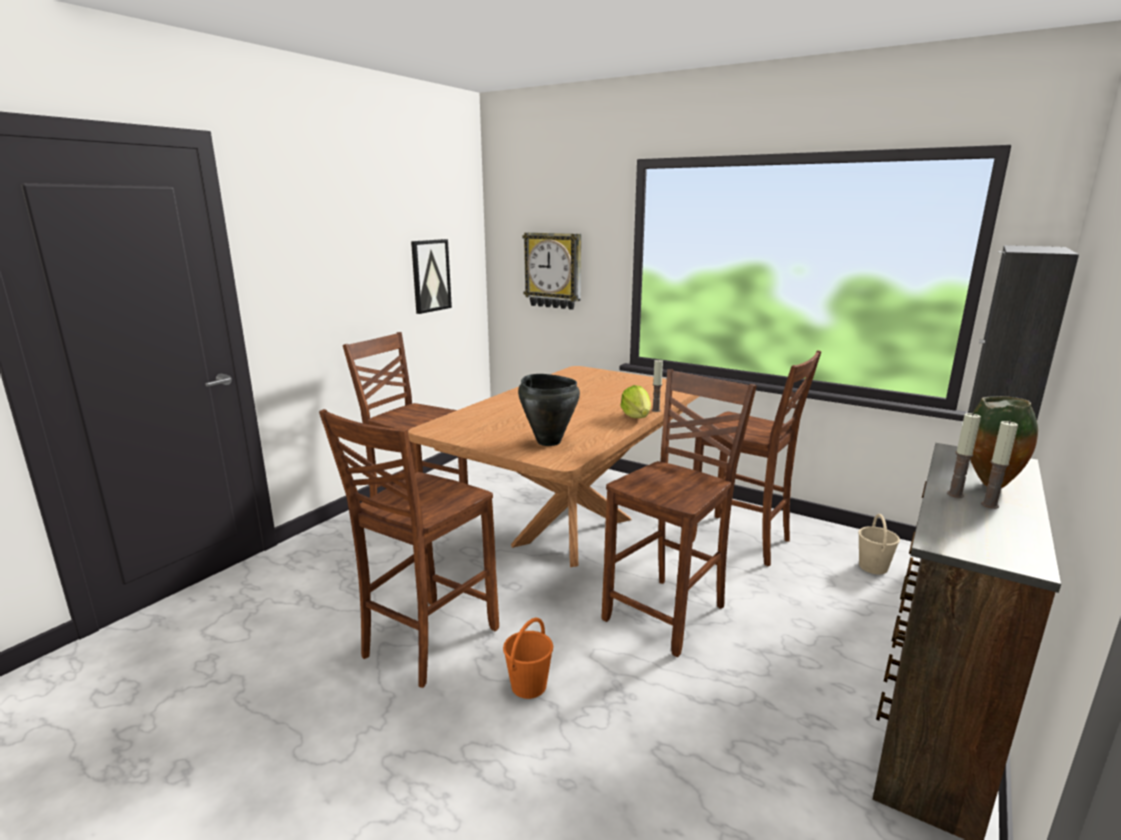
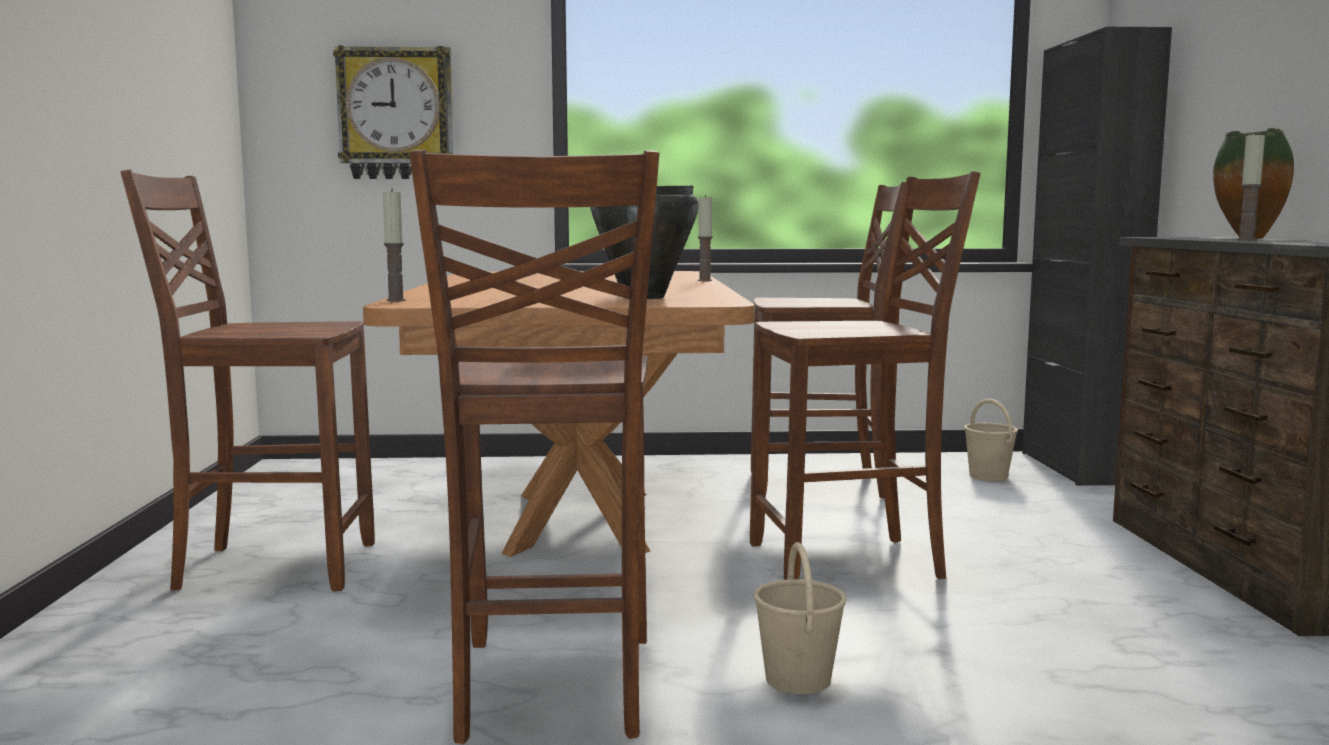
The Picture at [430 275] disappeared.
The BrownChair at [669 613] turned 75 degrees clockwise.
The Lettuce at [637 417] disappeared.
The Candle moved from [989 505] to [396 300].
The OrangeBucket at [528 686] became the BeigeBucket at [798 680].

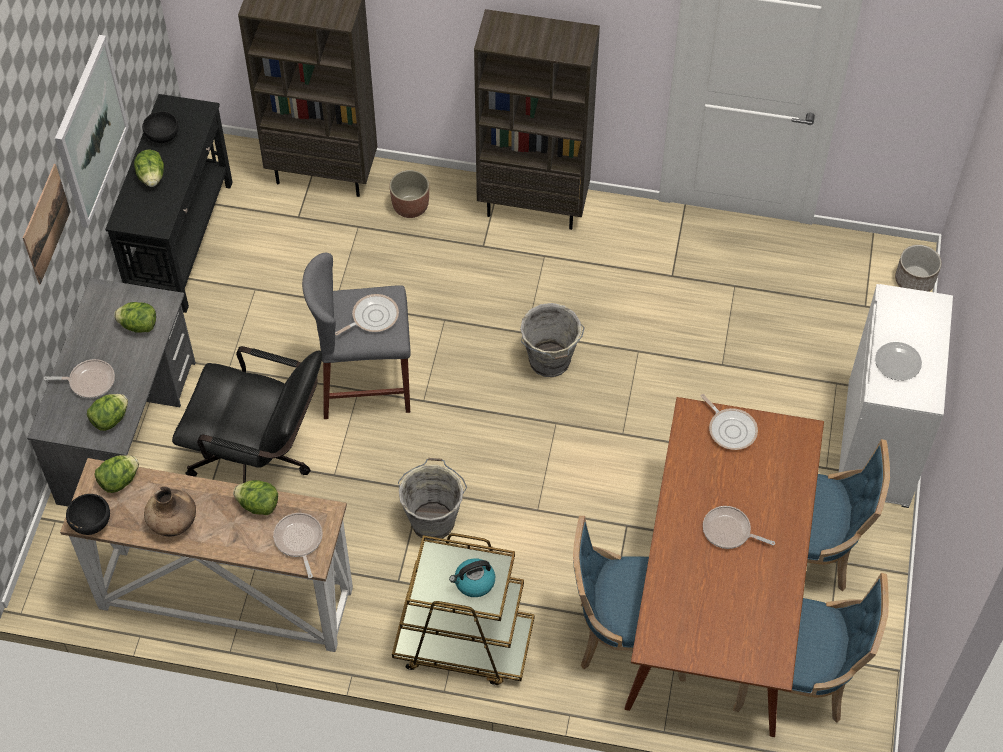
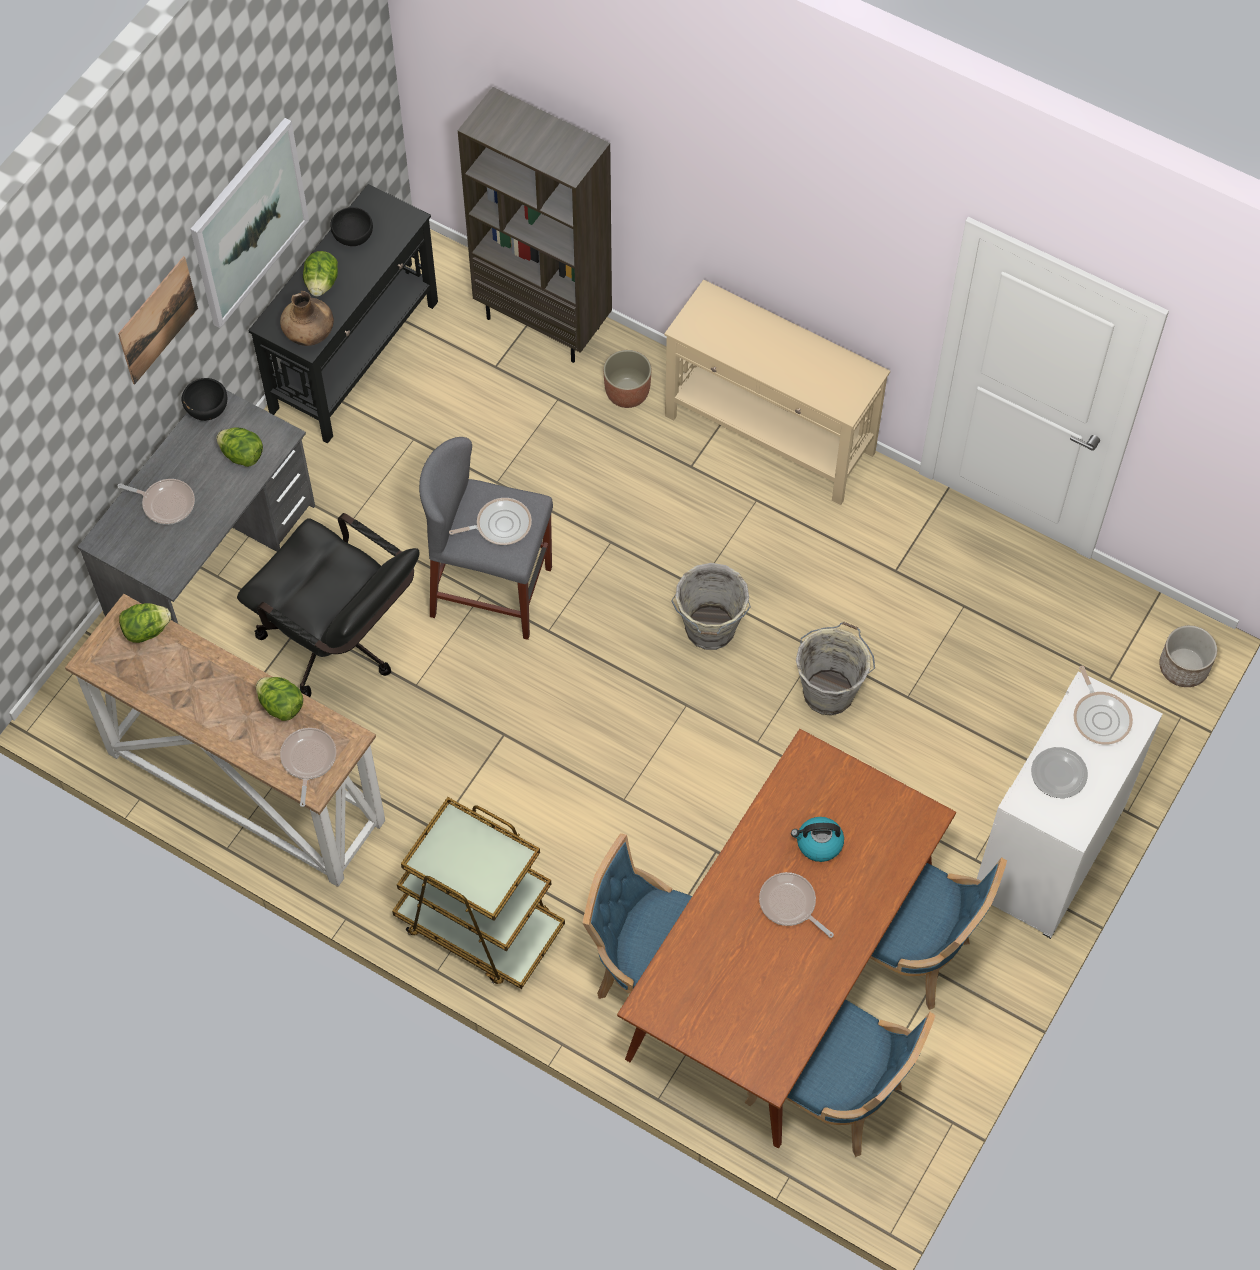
The BrownBookcase at [534 206] was replaced by the BeigeConsoleTable at [770 435].
The Lettuce at [110 419] disappeared.
The FryingPan moved from [730 429] to [1100 717].
The GreyBucket moved from [433 520] to [829 691].
The BrownVase moved from [173 522] to [309 333].
The BlackBowl moved from [92 525] to [207 412].
The Kettle moved from [474 582] to [818 844].

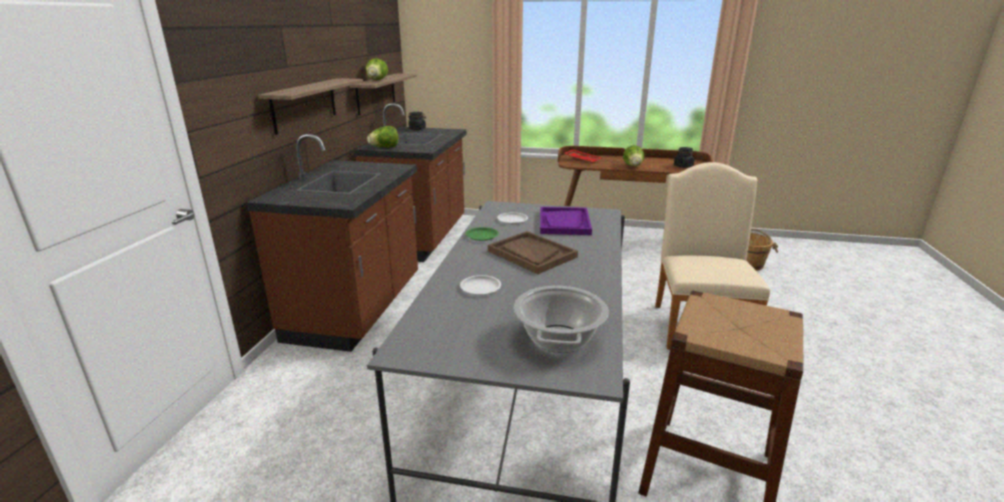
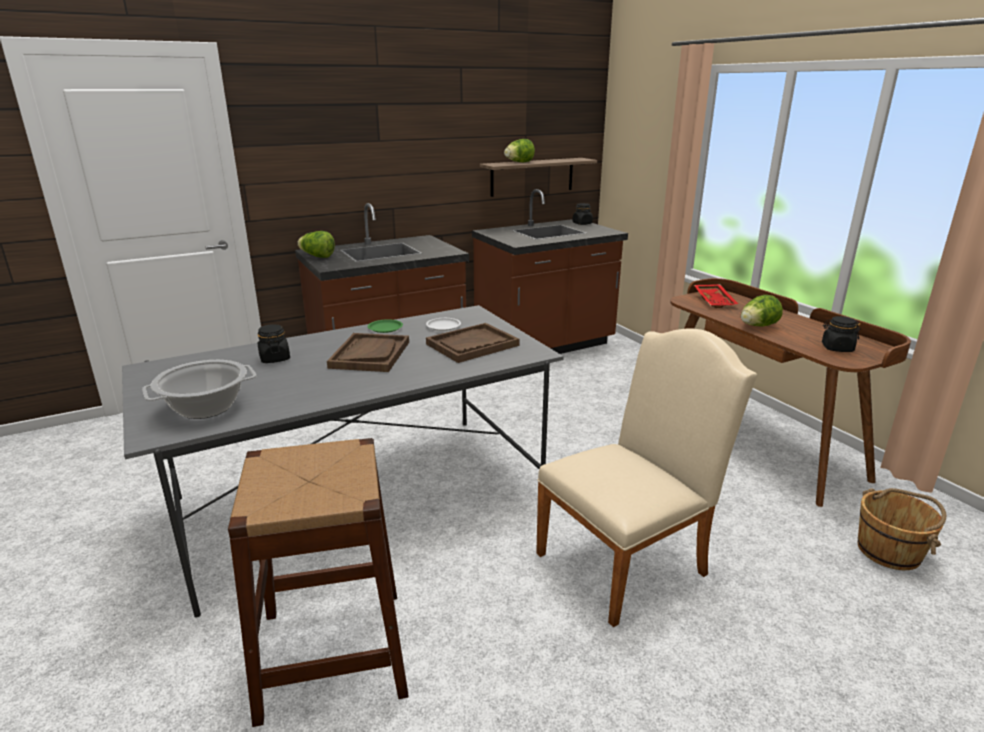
The Shelf at [304 104] disappeared.
The Lettuce moved from [384 147] to [317 256].
The PurpleTray at [564 223] became the BrownTray at [472 345].
The WhitePlate at [481 288] was replaced by the BlackJar at [274 358].

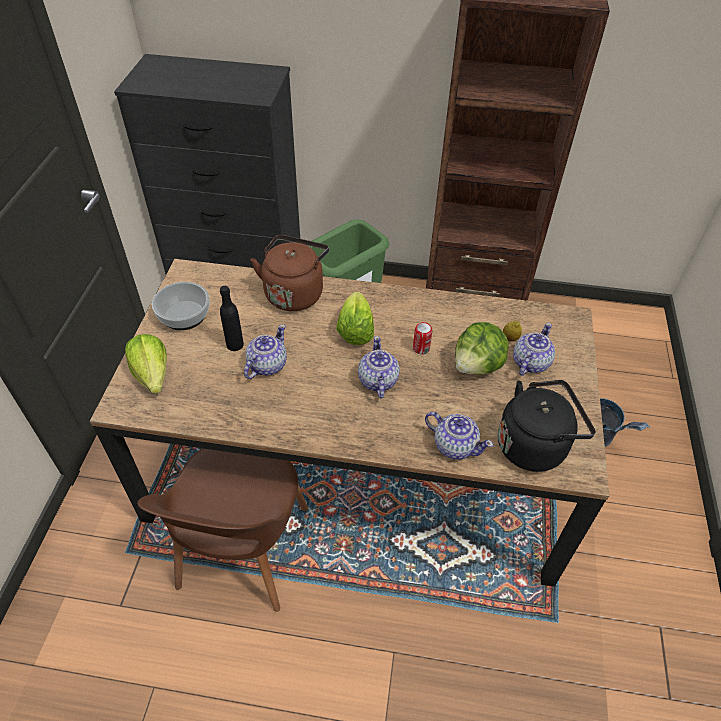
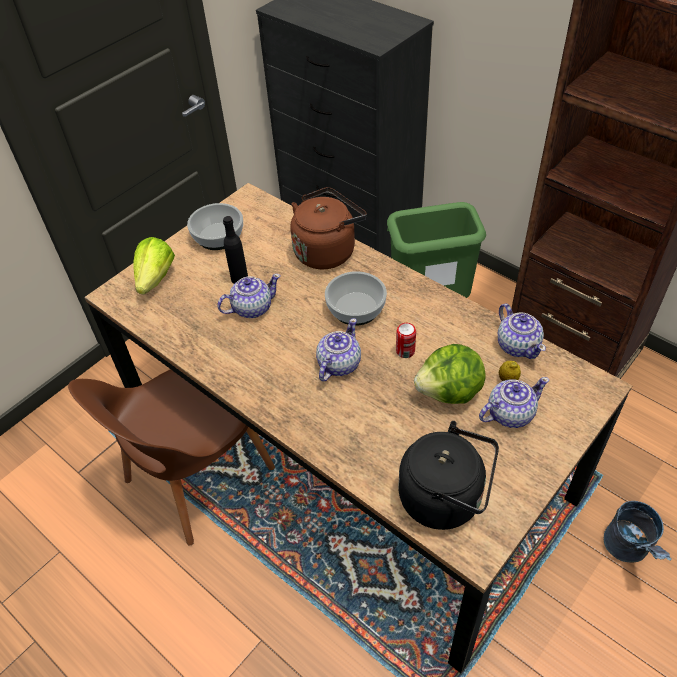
The Lettuce at [355 330] was replaced by the Bowl at [355 308].
The Teapot moved from [454 445] to [518 345].

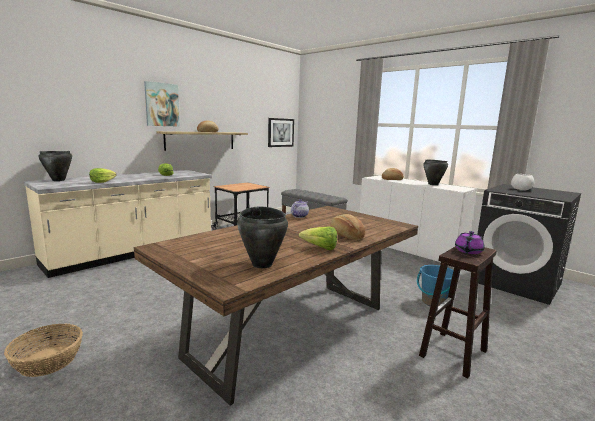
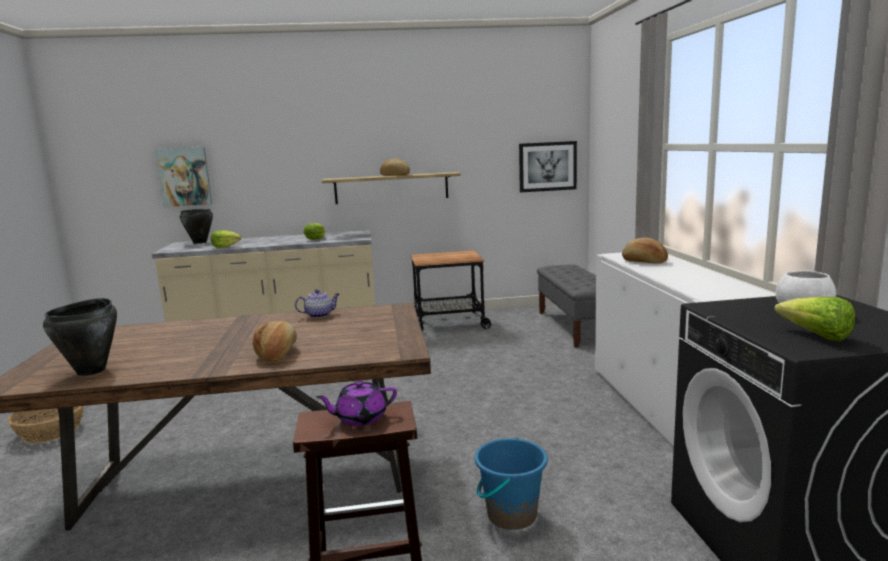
The Picture moved from [162 104] to [184 176].
The BlackCookingPot at [433 184] disappeared.
The Lettuce moved from [320 248] to [816 336].

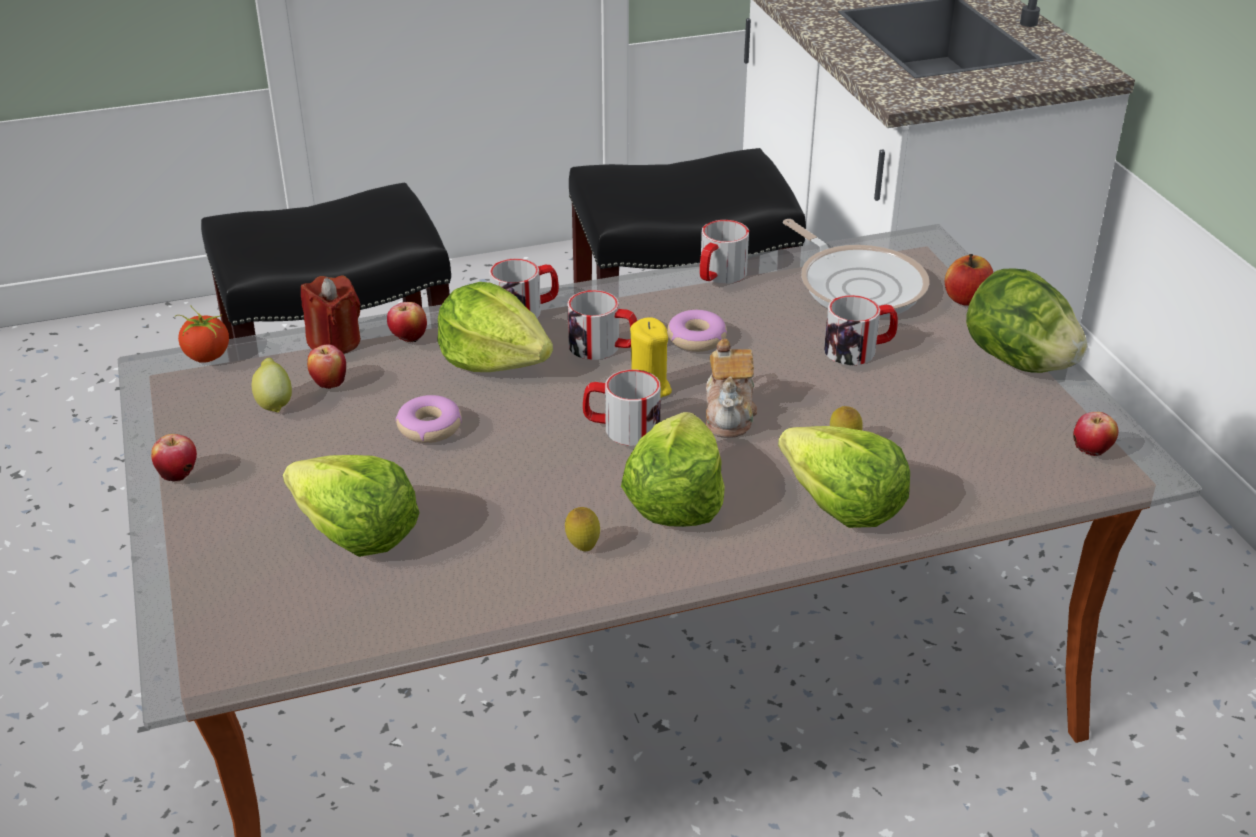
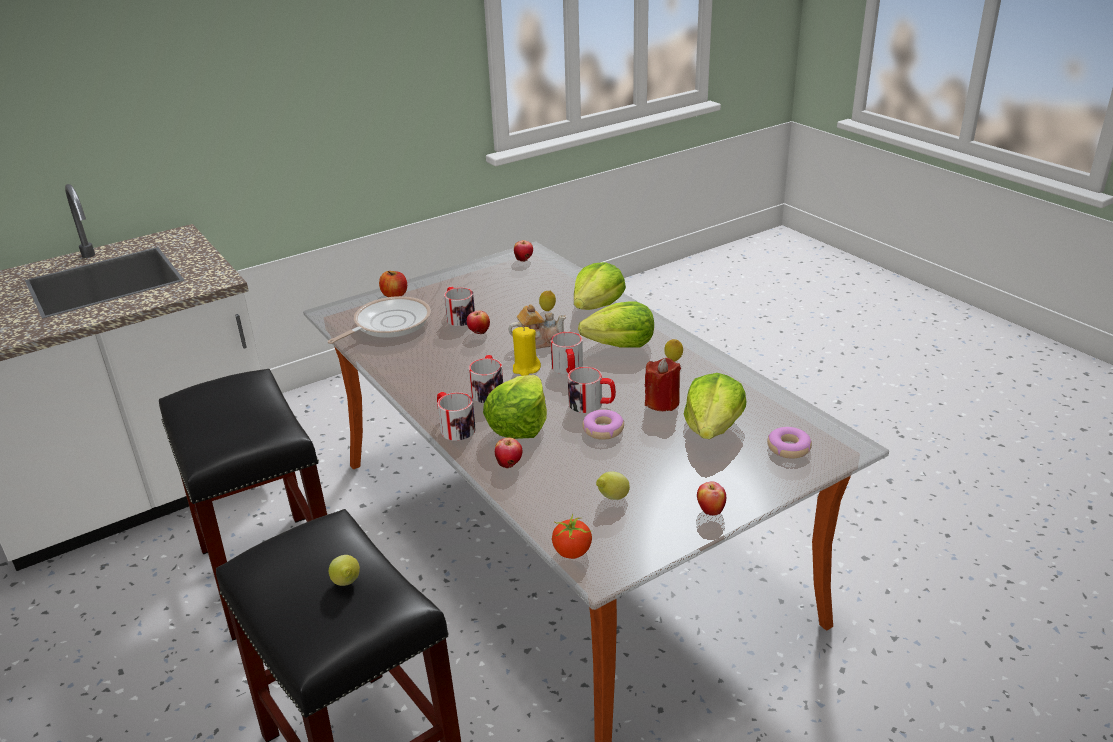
The Mug moved from [718 275] to [592 404].
The Lettuce at [1017 361] disappeared.
The RedCandle moved from [334 341] to [662 402].
The Donut moved from [697 339] to [788 448].
The Apple moved from [329 384] to [479 333].
The Lemon at [347 584] appeared.

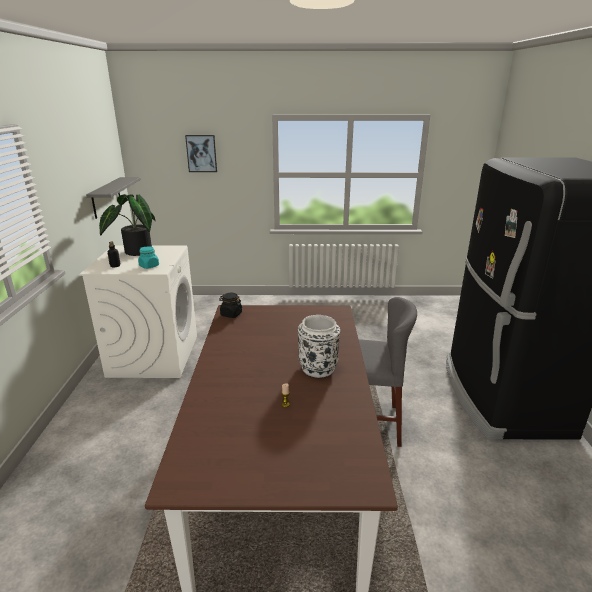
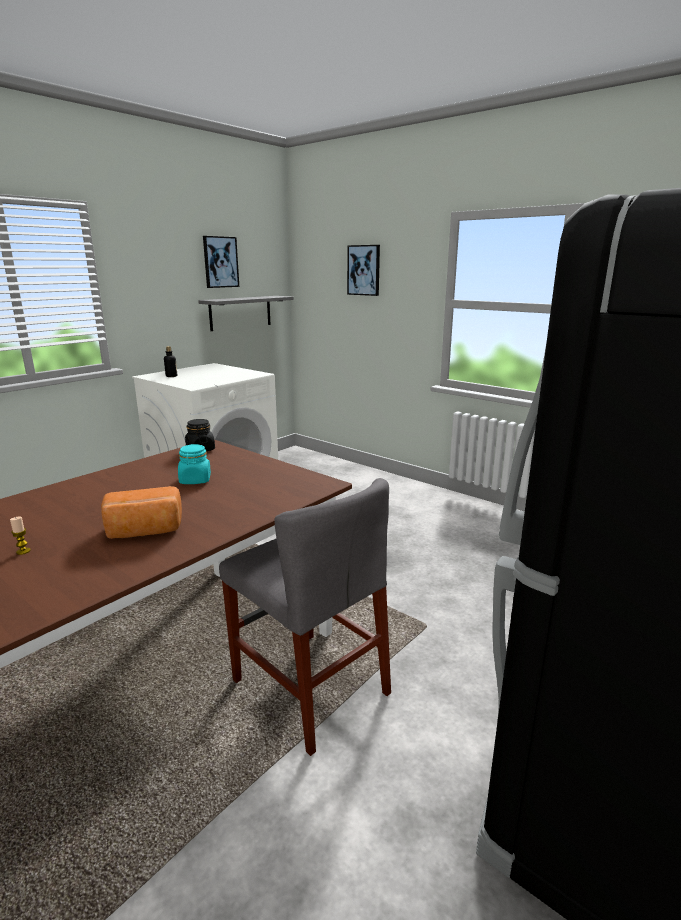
The PottedPlant at [135 252] disappeared.
The TurquoiseJar moved from [149 266] to [195 480].
The WhiteVase at [317 367] was replaced by the Bread at [144 531].
The Picture at [220 262] appeared.

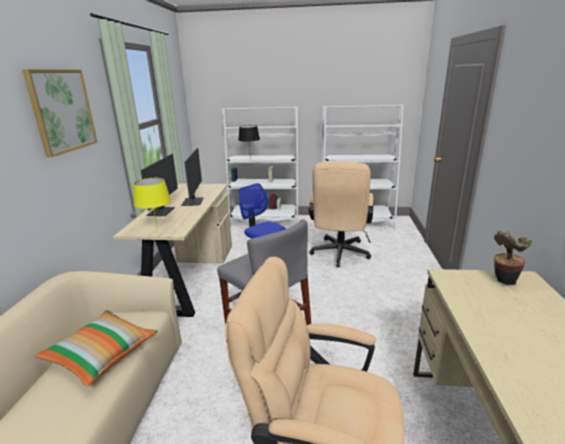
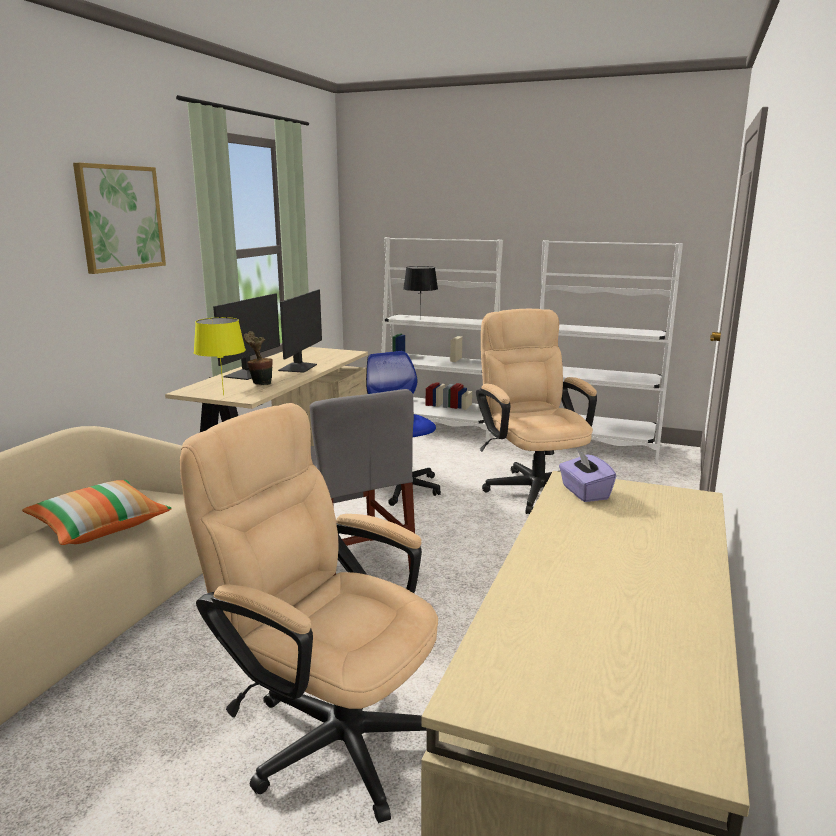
The BeigeOfficeChair at [339 255] turned 135 degrees clockwise.
The PottedPlant moved from [503 281] to [260 384].
The PurpleTissueBox at [584 492] appeared.

